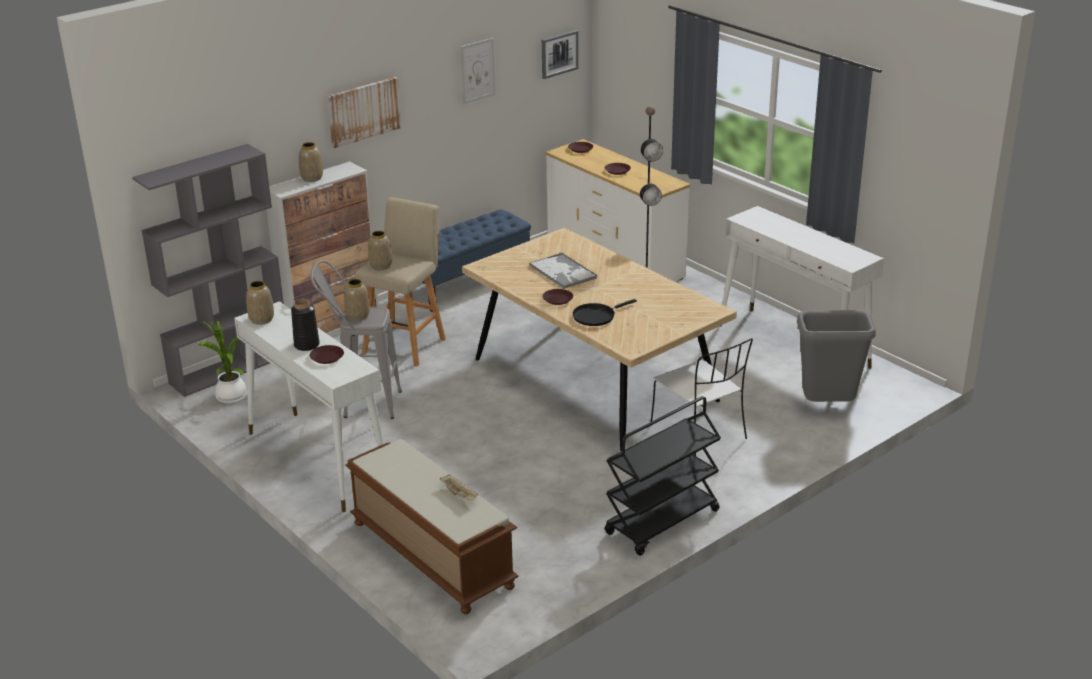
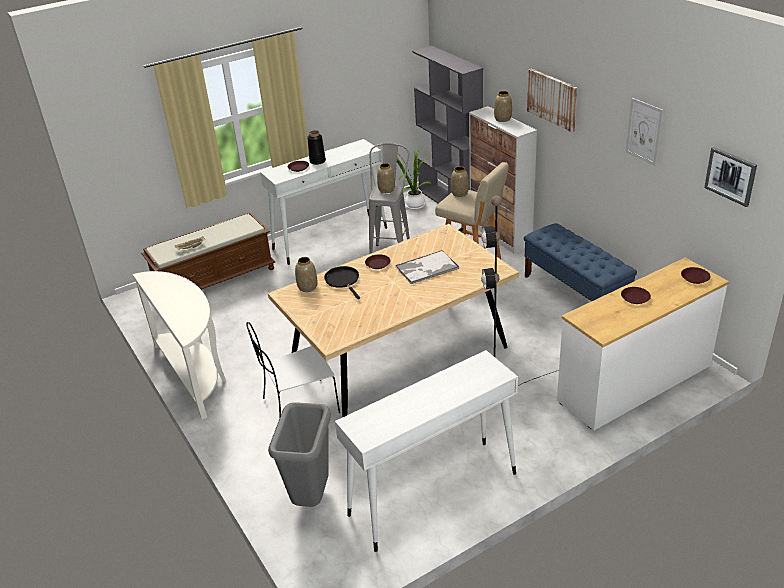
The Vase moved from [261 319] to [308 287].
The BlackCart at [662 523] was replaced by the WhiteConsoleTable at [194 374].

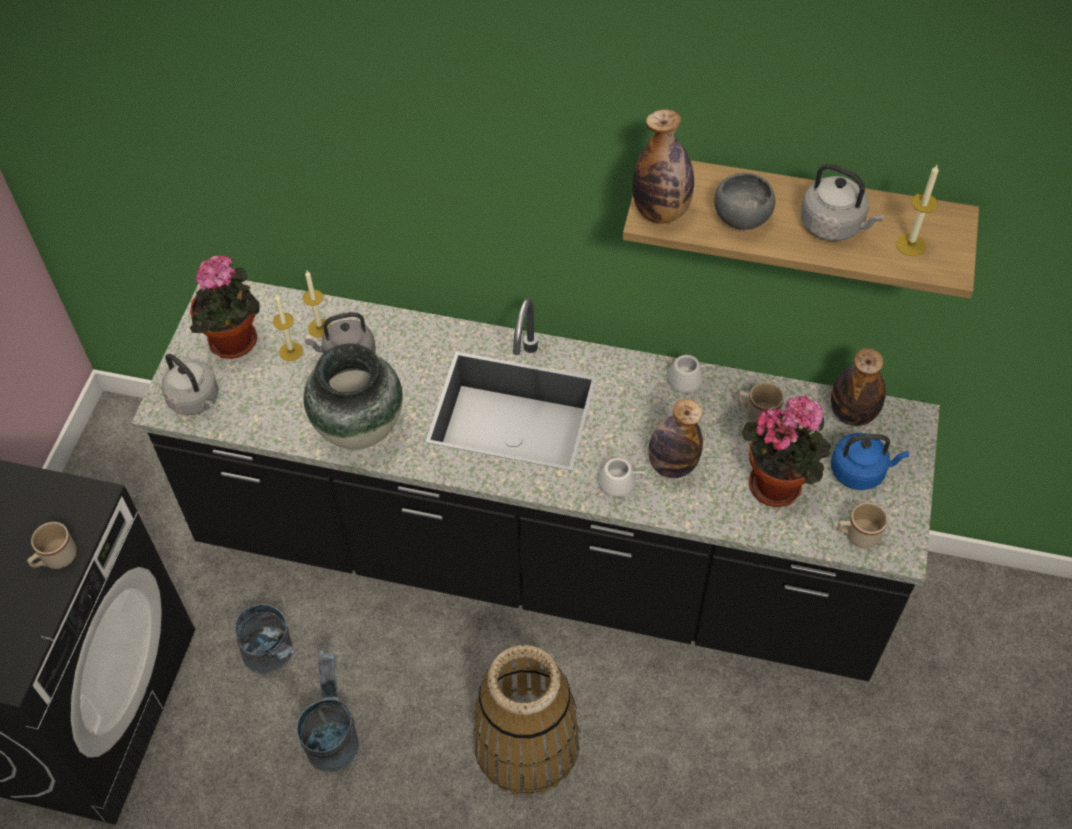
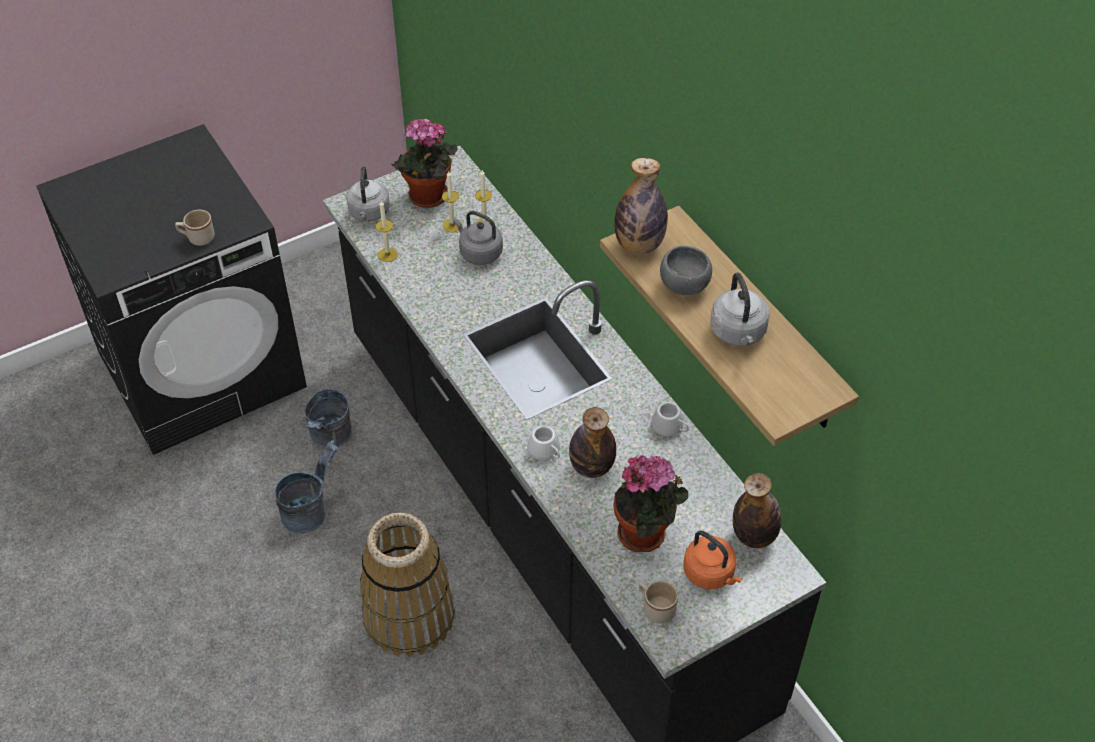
The Candle moved from [910 244] to [387 254].
The Vase at [359 429] disappeared.
The BeigeMug at [757 413] disappeared.
The BlueKettle at [860 471] became the OrangeKettle at [710 574].

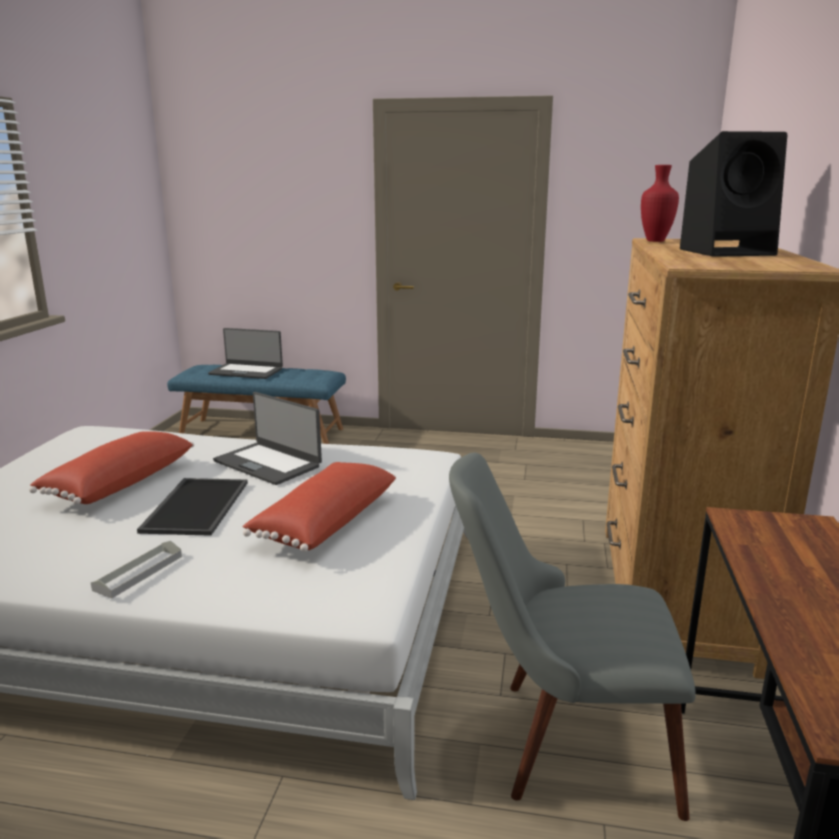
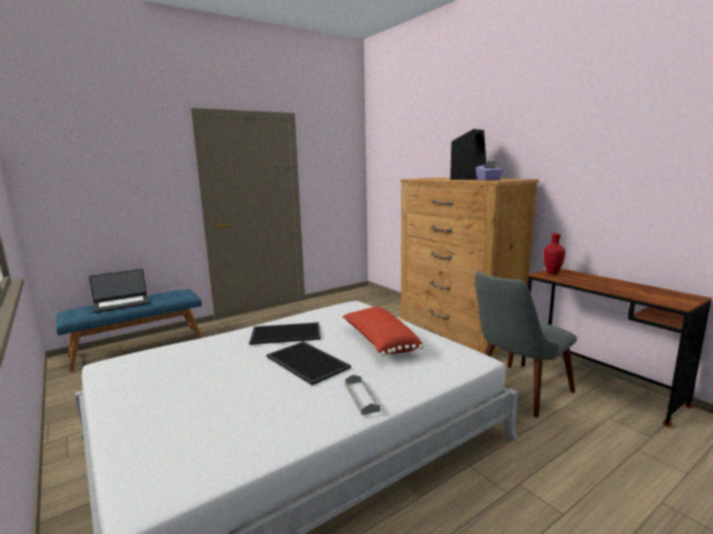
The RedVase moved from [654 241] to [552 273].
The Laptop at [268 463] was replaced by the Tray at [286 333].
The RedPillow at [118 483] disappeared.
The PurpleTissueBox at [489 180] appeared.

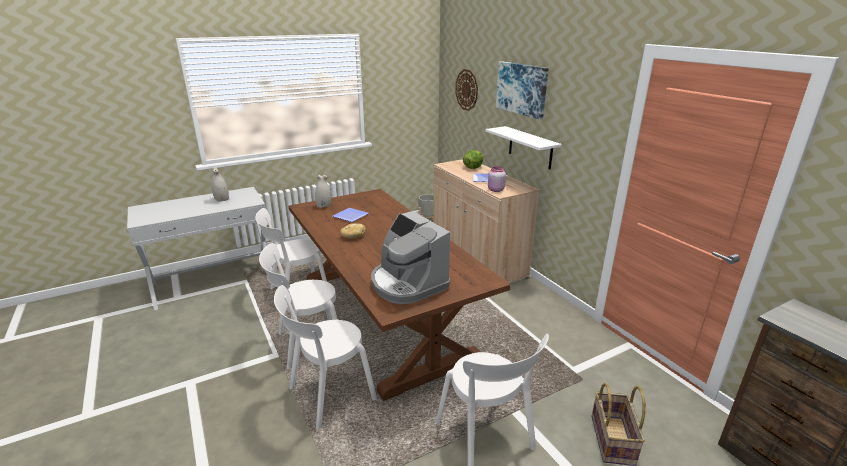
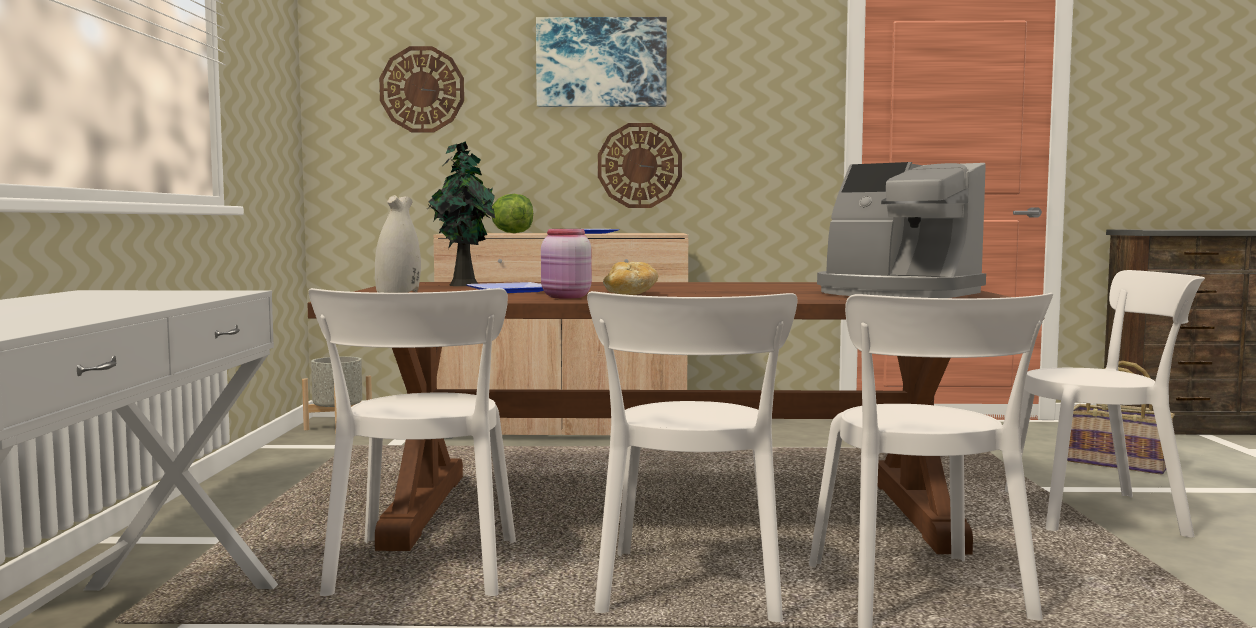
The WhiteShelf at [530 147] was replaced by the WallClock at [639 165].
The PinkJar moved from [495 190] to [566 297].
The WhiteVase at [222 200] disappeared.
The CoffeeMachine at [407 284] turned 45 degrees clockwise.
The PottedPlant at [462 285] appeared.

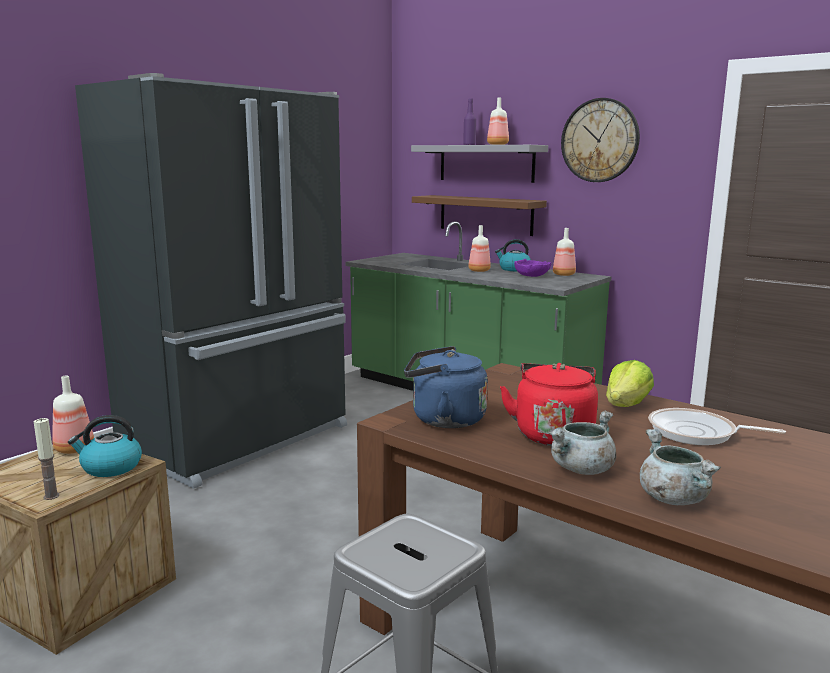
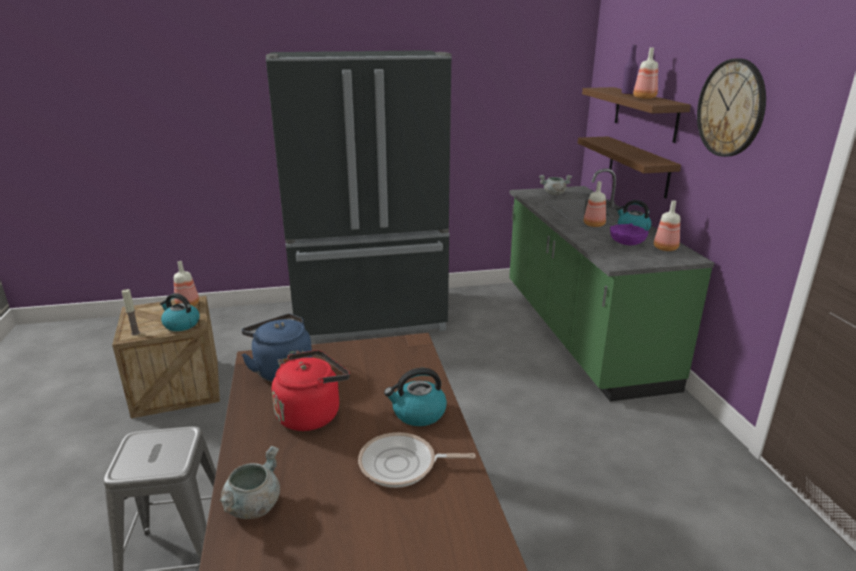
The GreyShelf at [486 163] became the BrownShelf at [645 113].
The Lettuce at [627 405] was replaced by the Kettle at [418 413].
The FryingPan at [697 433] turned 60 degrees counterclockwise.
The GreyCookingPot moved from [582 469] to [554 193].

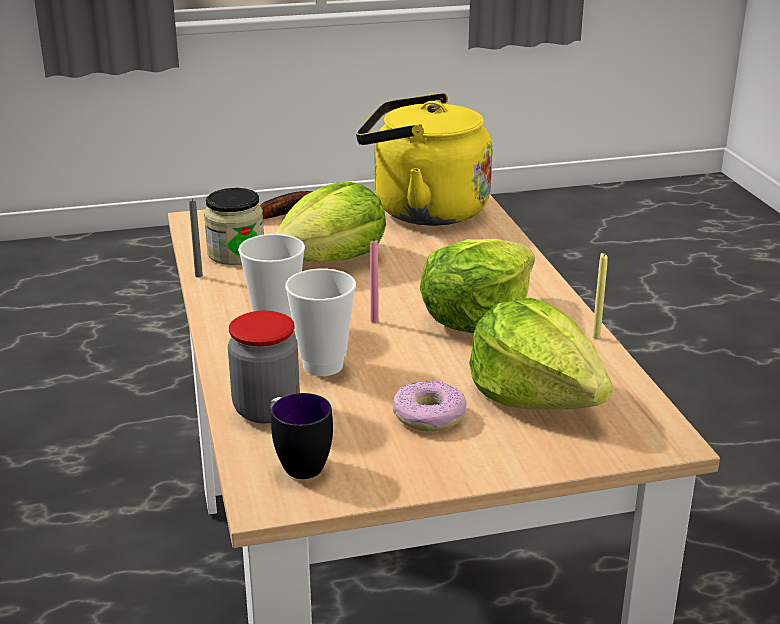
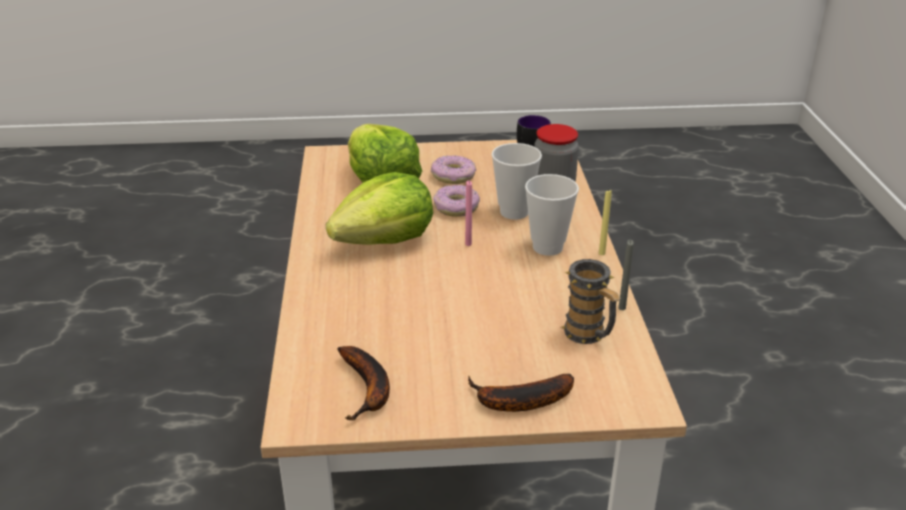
The YellowKettle at [422 210] was replaced by the Banana at [368 389].
The Lettuce at [333 259] disappeared.
The Jar at [236 253] was replaced by the Mug at [589 335].
The YellowCandle moved from [596 336] to [602 253].
The Donut at [456 207] appeared.

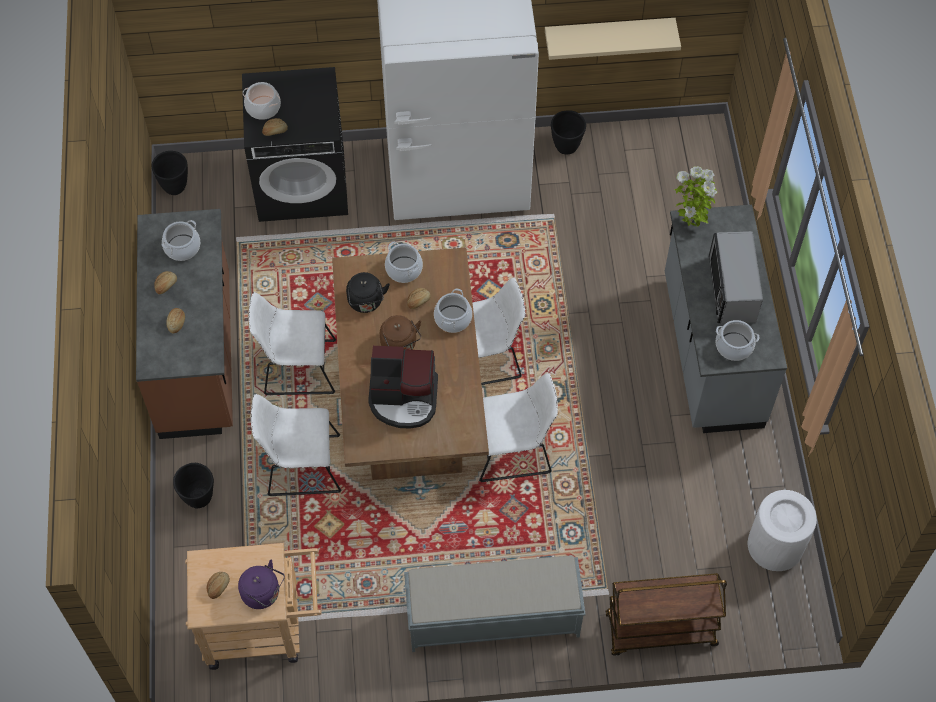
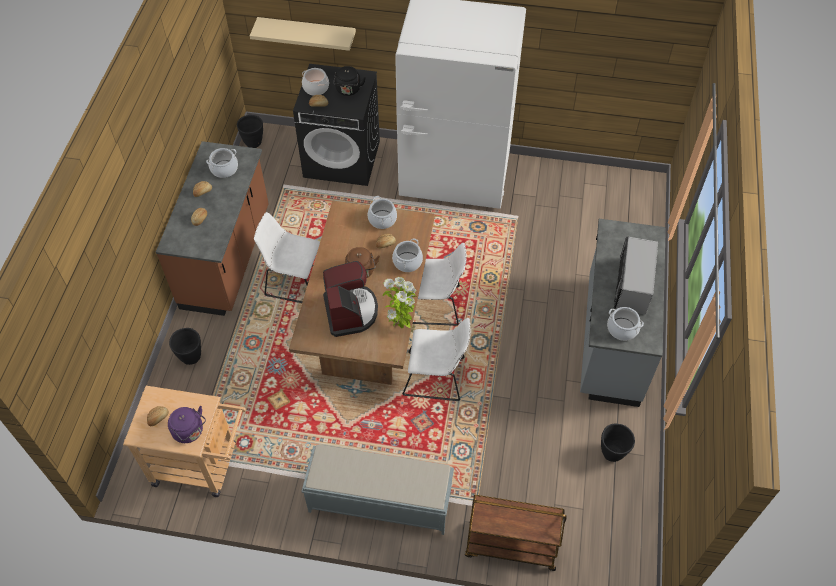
The BeigeShelf moved from [609 32] to [307 32].
The BlackPlanter moved from [566 147] to [612 453].
The PottedPlant moved from [690 224] to [400 325].
The BlackKettle moved from [366 302] to [348 90].
The CoffeeMachine at [404 399] turned 120 degrees counterclockwise.
The WhiteChair at [300 465] disappeared.
The WhiteTrashCan at [775 545] disappeared.

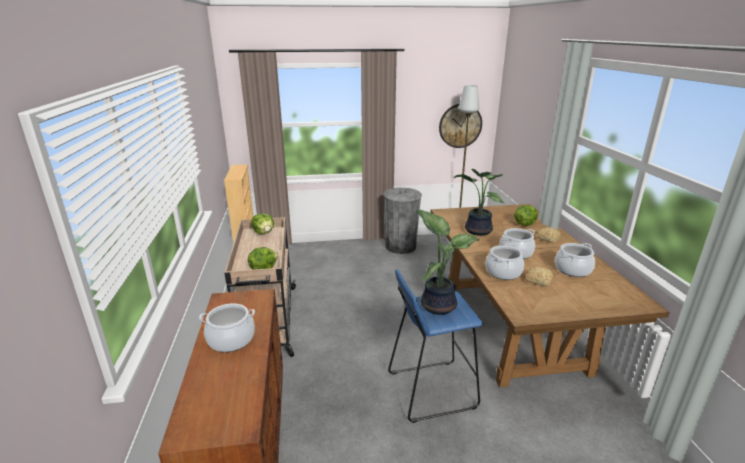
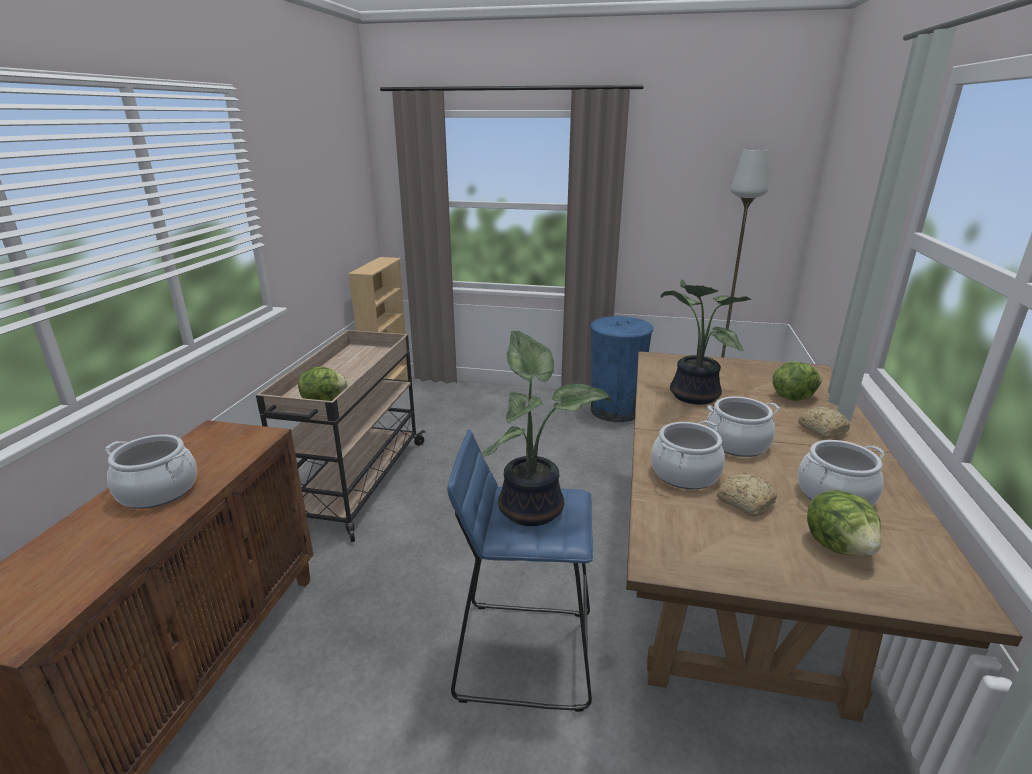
The WallClock at [460 125] disappeared.
The GreyTrashCan at [400 246] became the BlueTrashCan at [615 410].
The Lettuce moved from [264 233] to [839 546].

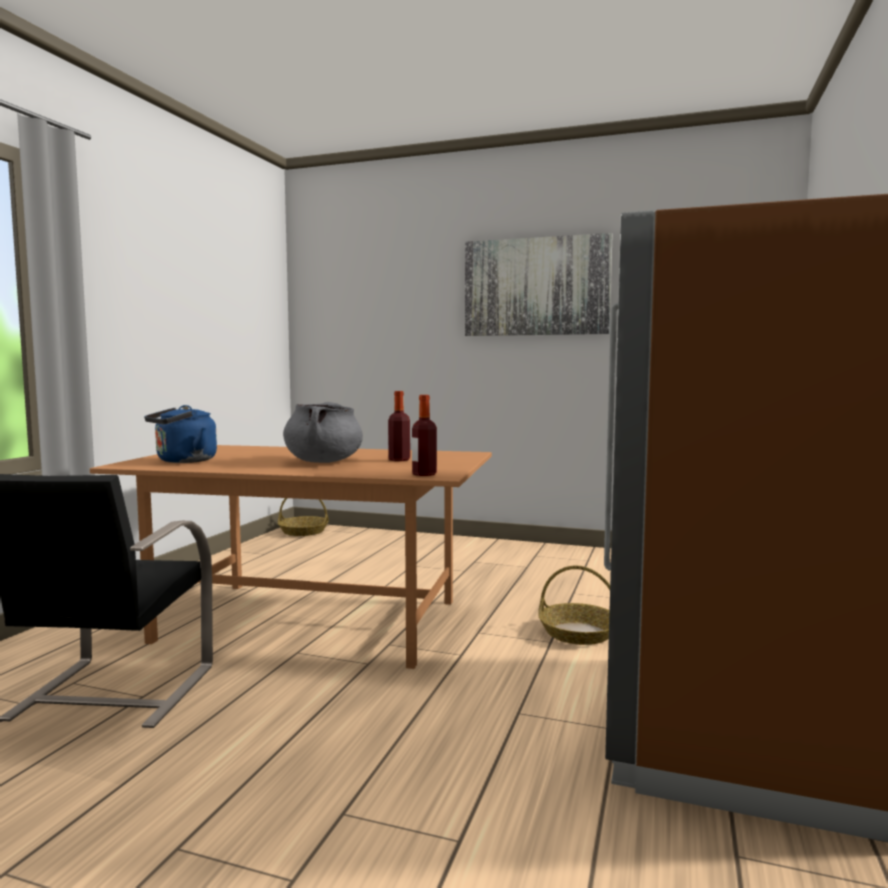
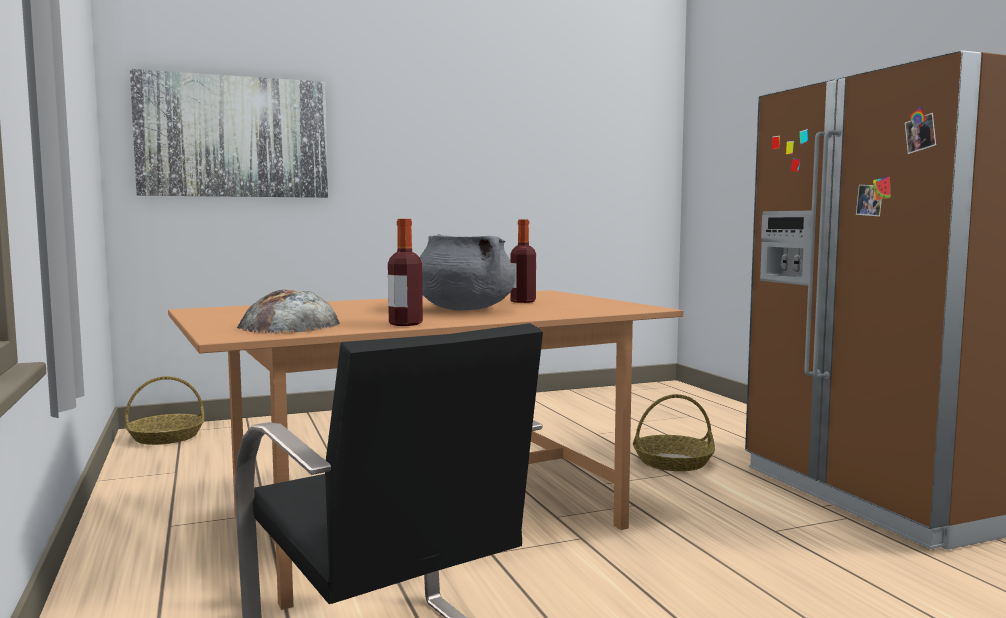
The Picture moved from [536 287] to [233 137].
The Bottle moved from [424 474] to [405 324].
The BlueKettle at [183 461] was replaced by the Bread at [290 324].

